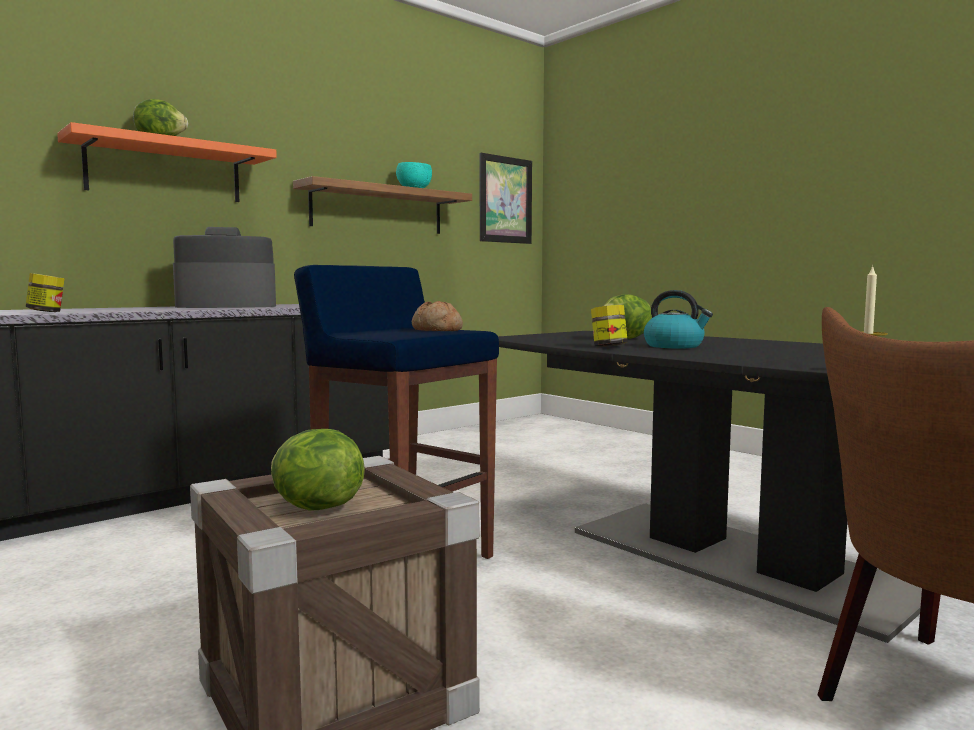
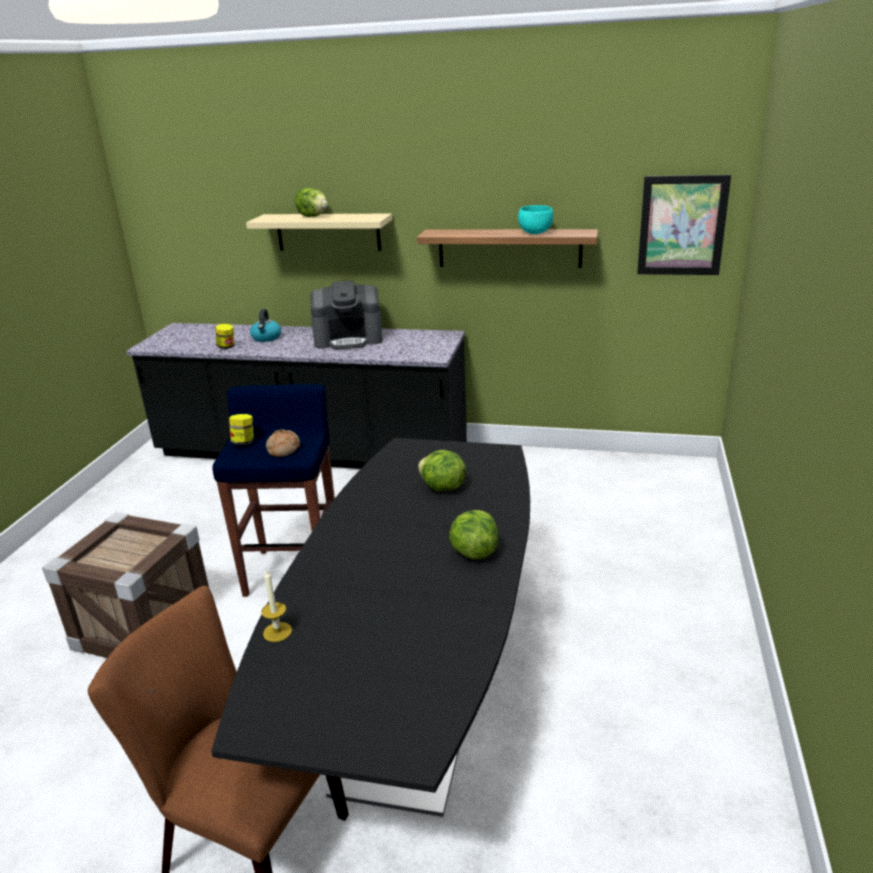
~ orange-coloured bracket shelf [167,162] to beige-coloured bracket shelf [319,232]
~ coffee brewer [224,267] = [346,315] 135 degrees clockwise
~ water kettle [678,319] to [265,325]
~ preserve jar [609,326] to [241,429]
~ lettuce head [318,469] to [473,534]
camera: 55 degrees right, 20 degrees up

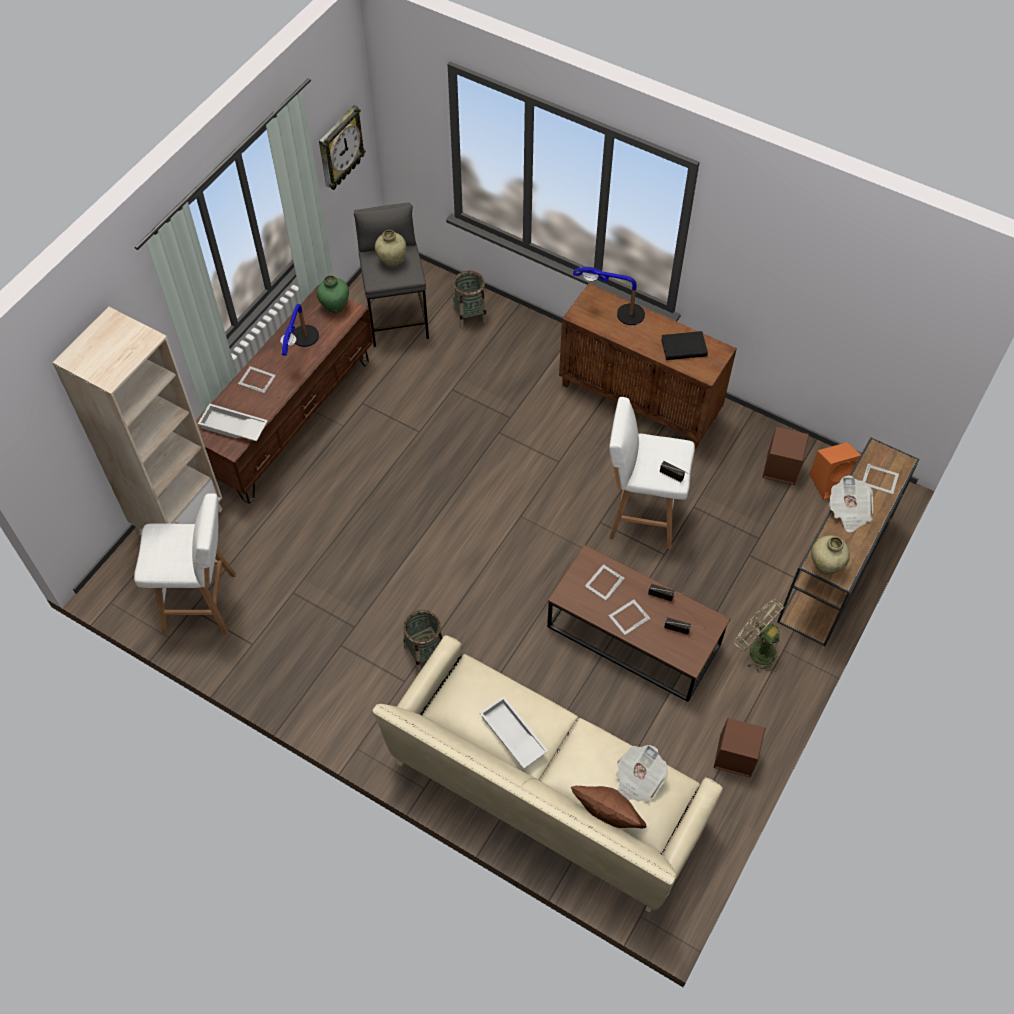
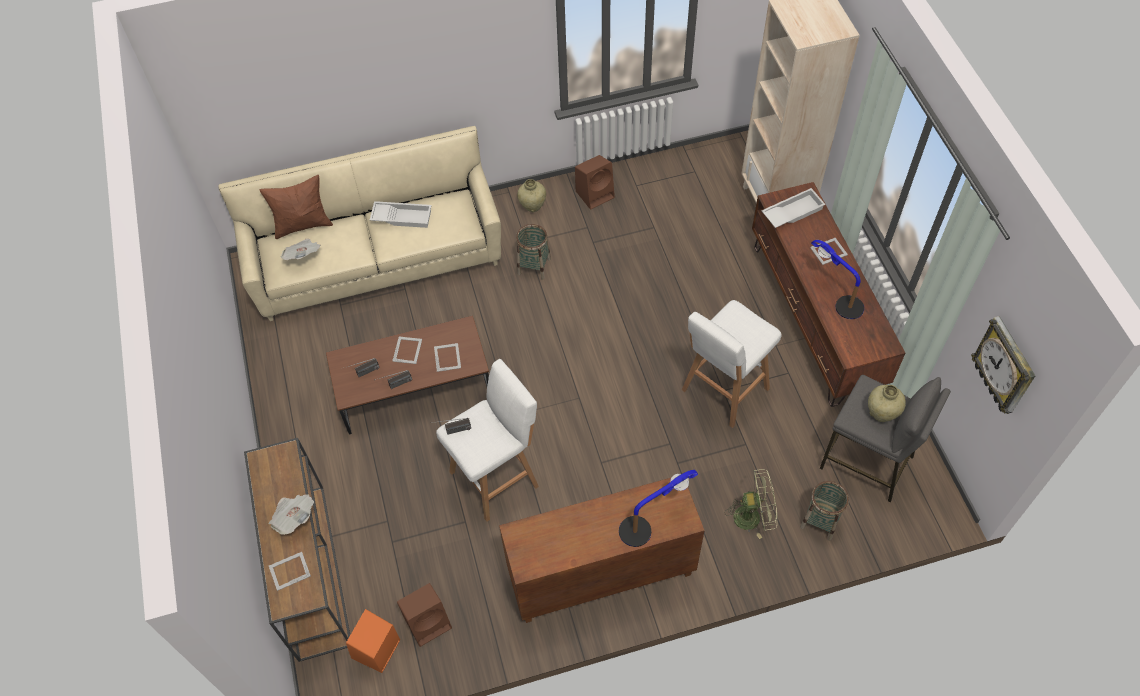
- greenish flower vase [333,294]
- black book [684,345]
~ whitish stool [185,563] to [732,364]
~ beige-coloured flower vase [830,555] to [531,195]
~ greenish fan [759,636] to [751,504]
~ brown loudspeaker [740,747] to [595,182]
camera: 135 degrees right, 0 degrees up

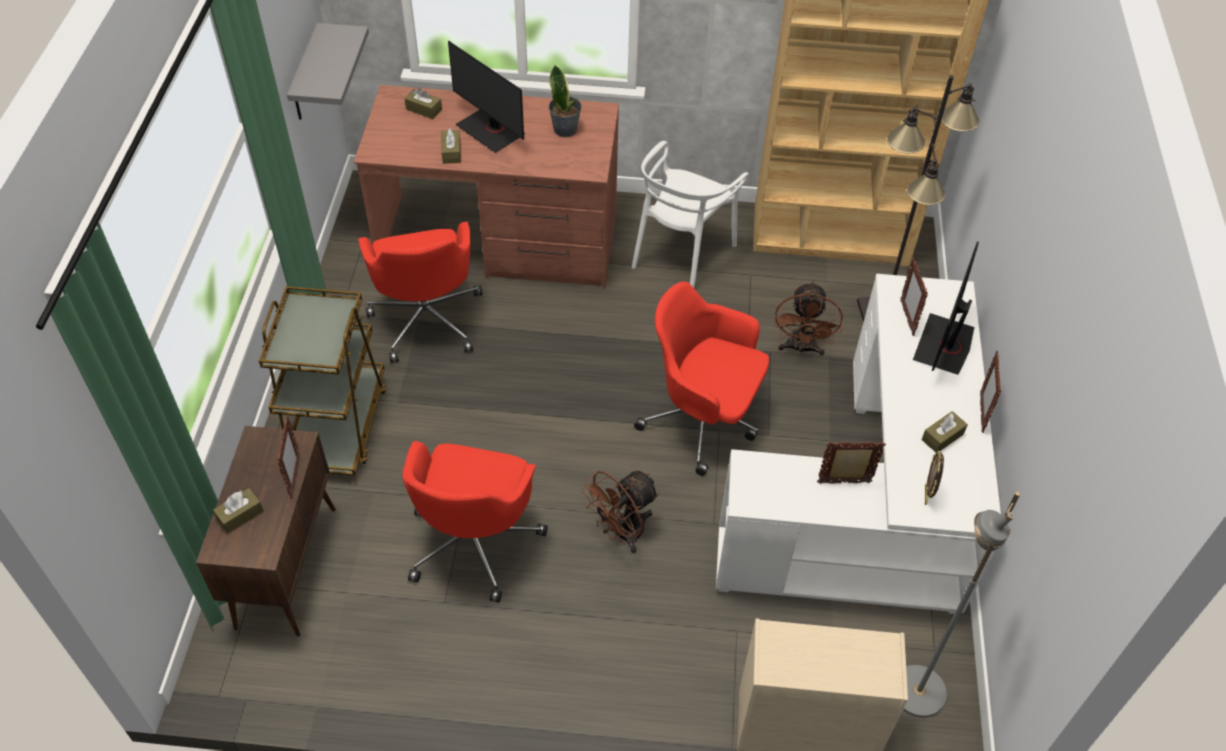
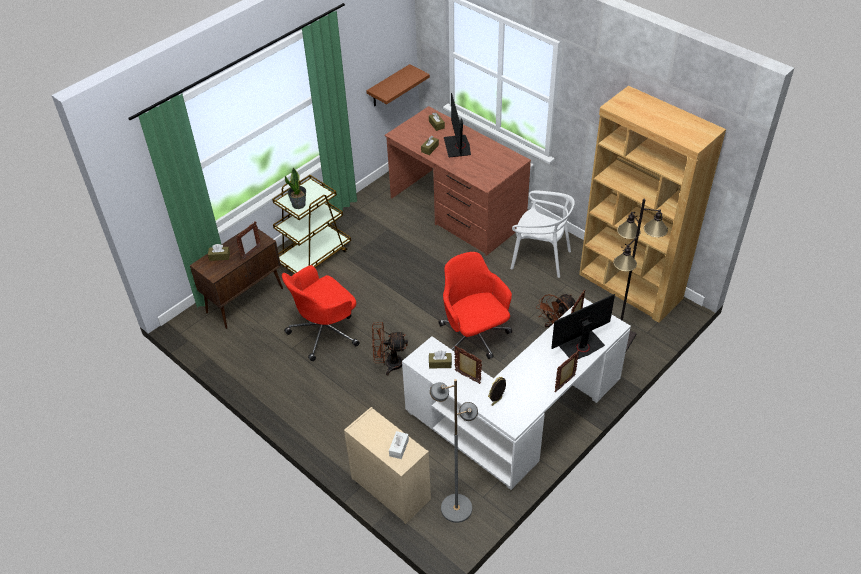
~ greyish bracket shelf [328,71] to brown bracket shelf [398,85]
~ houseplant [565,101] to [295,188]
~ whitish chair [690,214] = [542,234] 135 degrees counterclockwise
- reddish office chair [420,292]
~ brown tissue box [945,432] to [440,360]
+ whitish tissue box [399,445]
camera: 40 degrees right, 5 degrees down

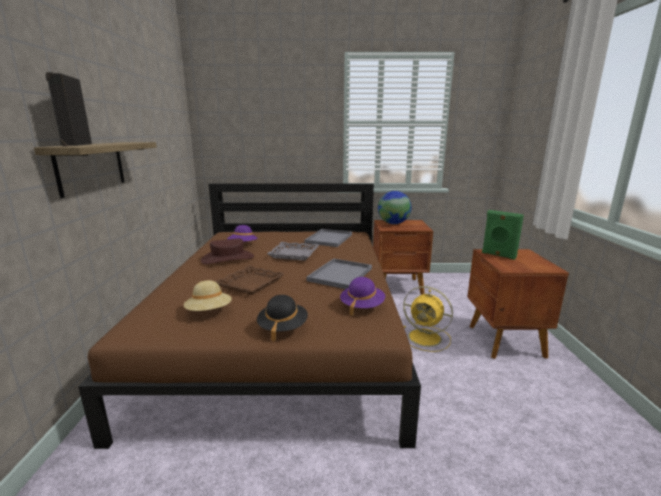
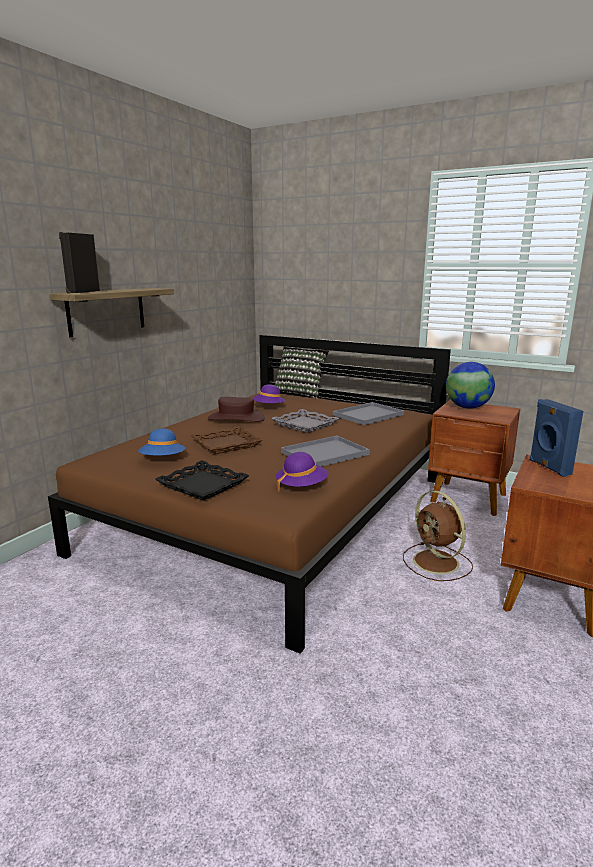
~ greenish loudspeaker [503,235] to blue loudspeaker [556,438]
~ beige-coloured hat [208,295] to blue hat [162,441]
~ yellow-coloured fan [428,319] to brown fan [438,536]
~ black hat [282,318] to black serving tray [202,480]
+ cushion [301,372]
camera: 30 degrees right, 0 degrees up

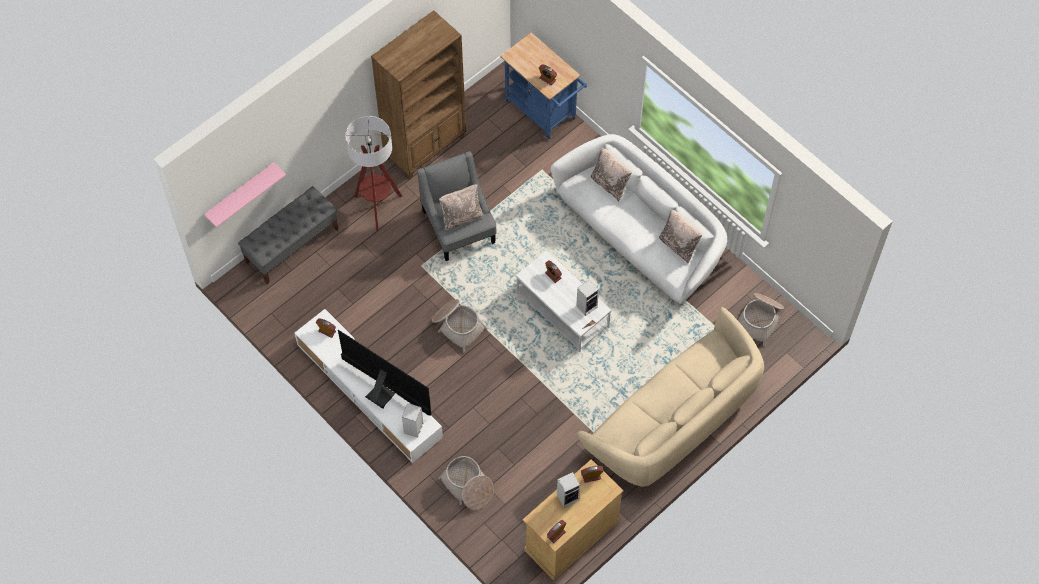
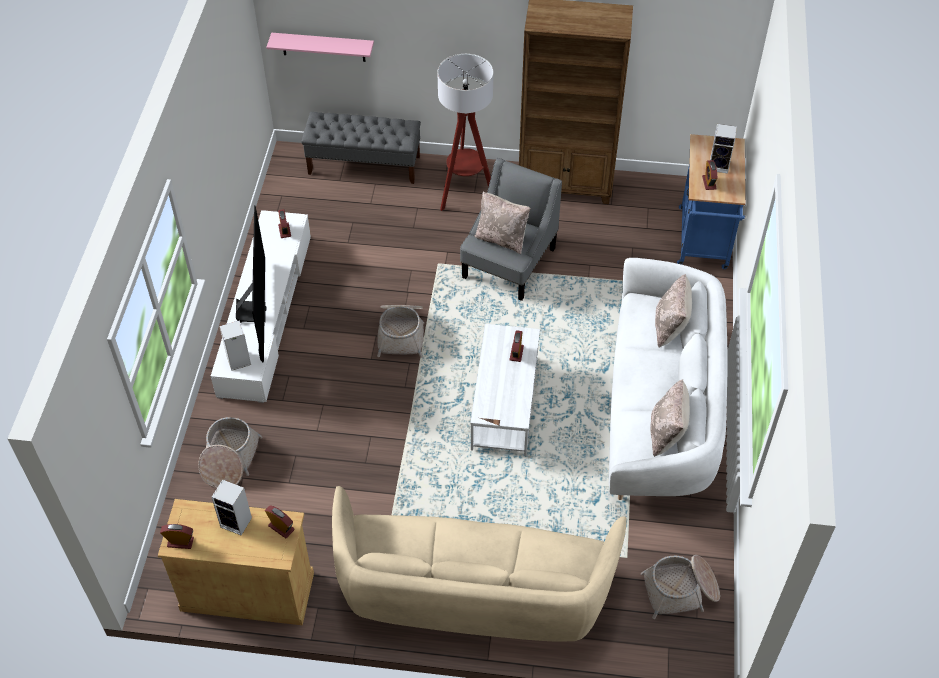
~ loudspeaker [587,298] to [723,149]
camera: 50 degrees right, 10 degrees down

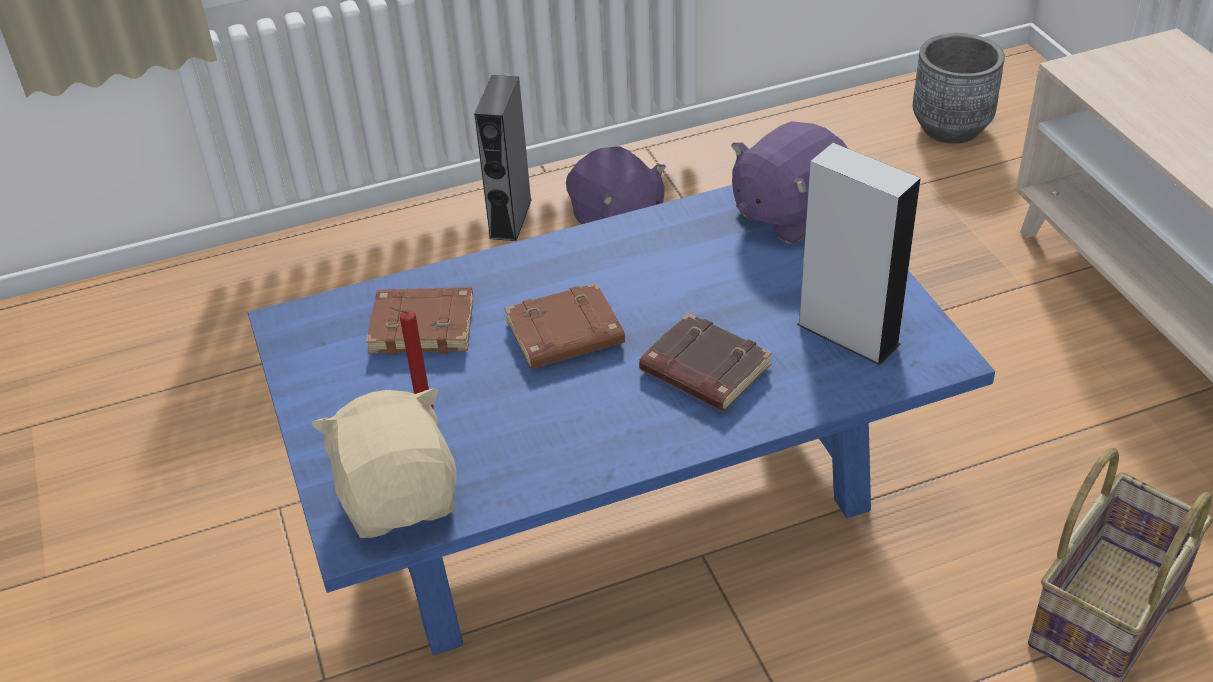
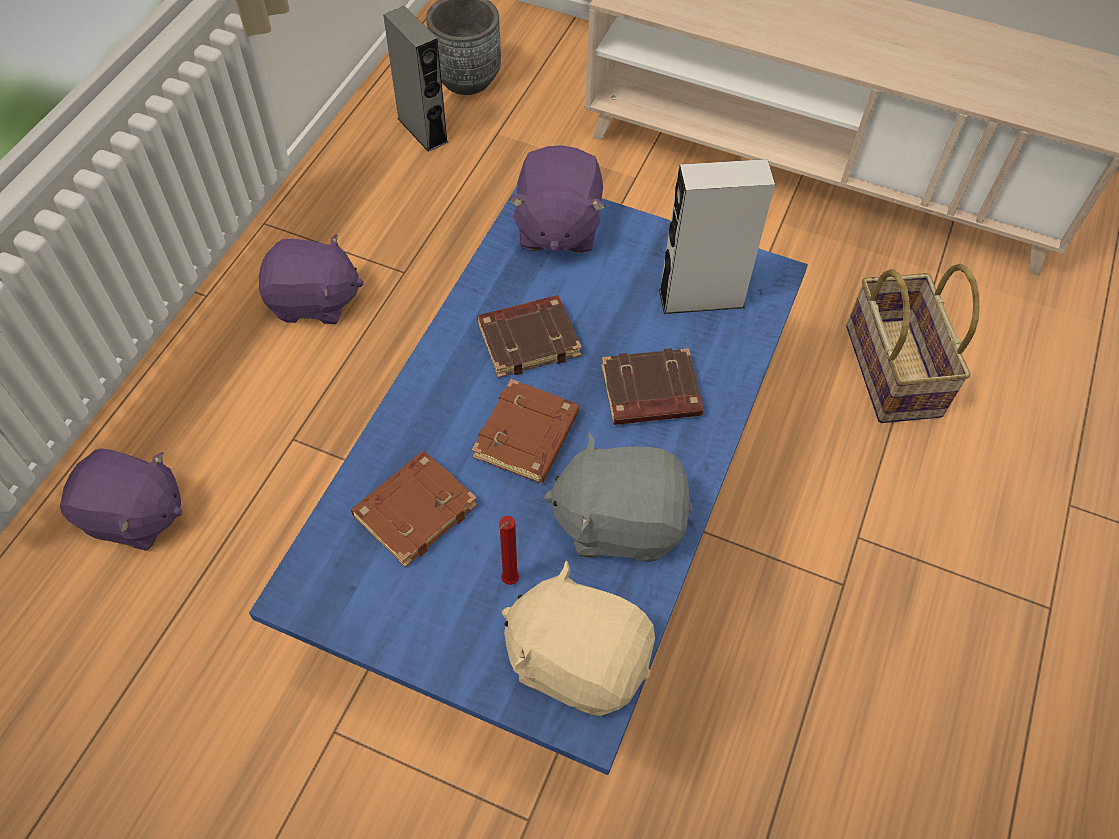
~ greyish loudspeaker [503,158] to [415,79]
+ brown book [529,336]
+ greyish cuddly toy [618,497]
+ purple-coloured cuddly toy [121,499]
camera: 50 degrees left, 15 degrees up

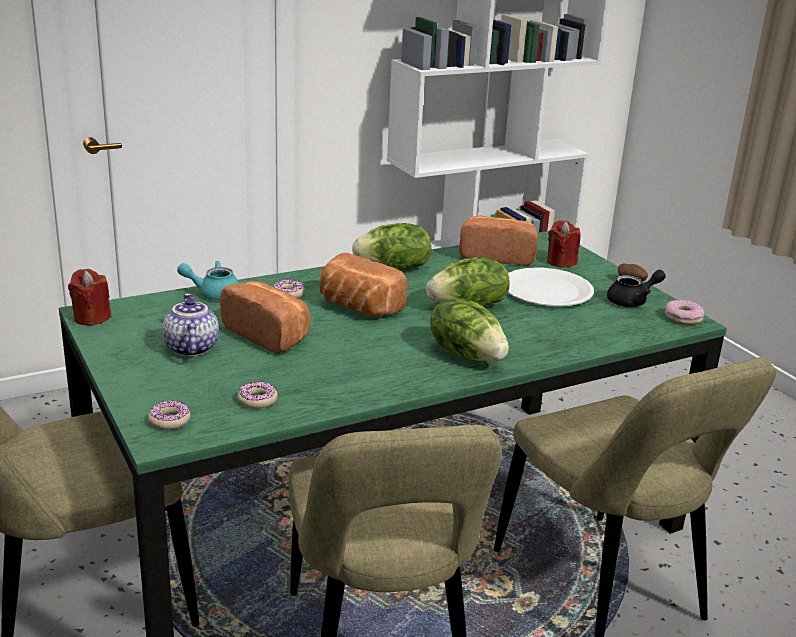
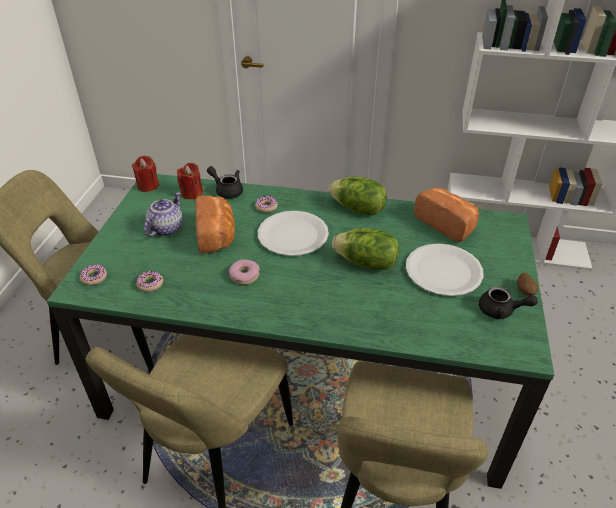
~ reddish wax candle [564,244] to [190,181]
~ bread [363,285] to whitish flat dish [293,233]
~ turquoise-coloured pot for tea [208,280] to black pot for tea [225,182]
- lettuce head [469,329]
~ ring doughnut [684,312] to [244,272]
camera: 40 degrees right, 15 degrees up

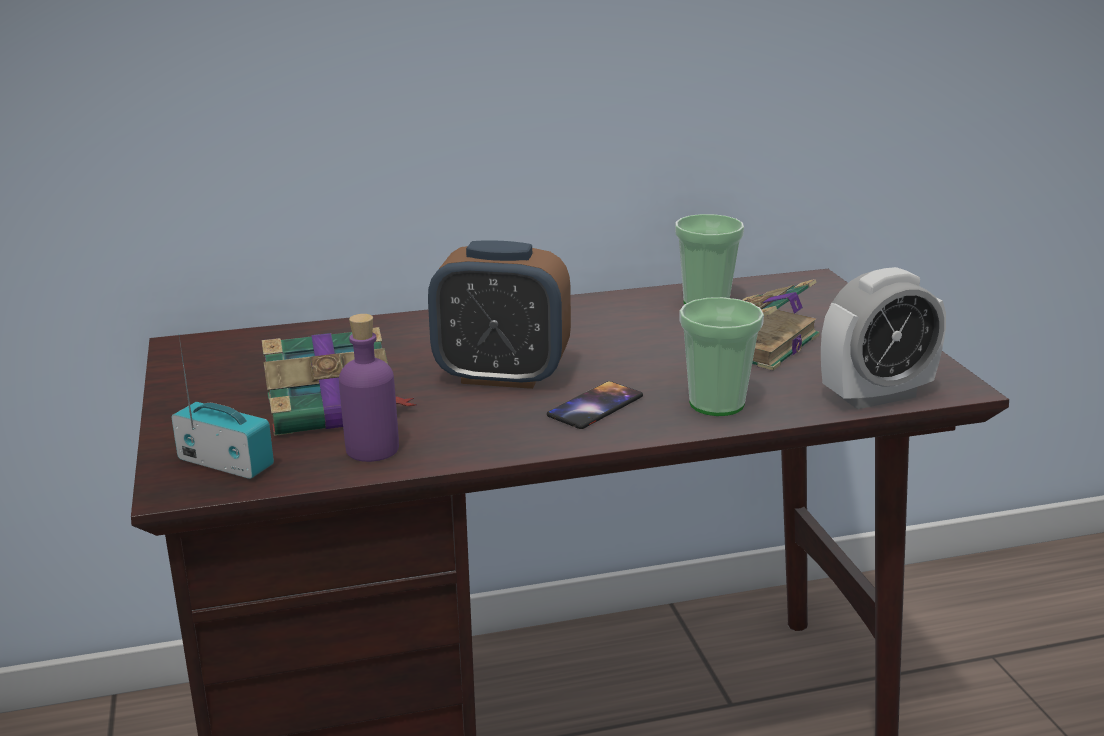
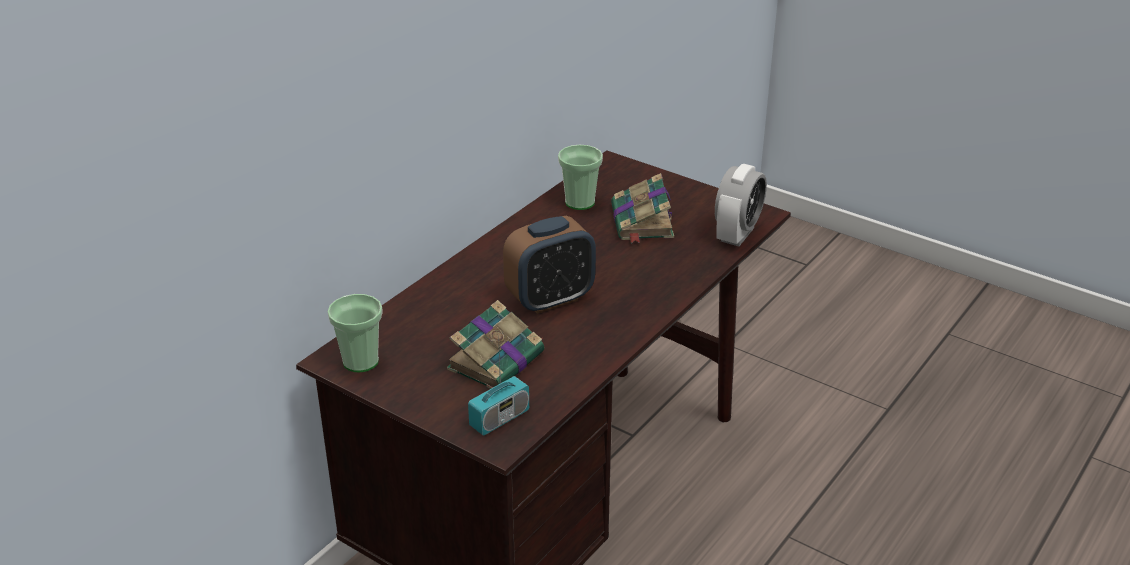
~ drinking cup [721,356] to [355,333]
- purple-coloured drink bottle [369,388]
~ radio [223,407] = [498,385] 150 degrees clockwise
- handset [595,405]
camera: 40 degrees left, 10 degrees up

